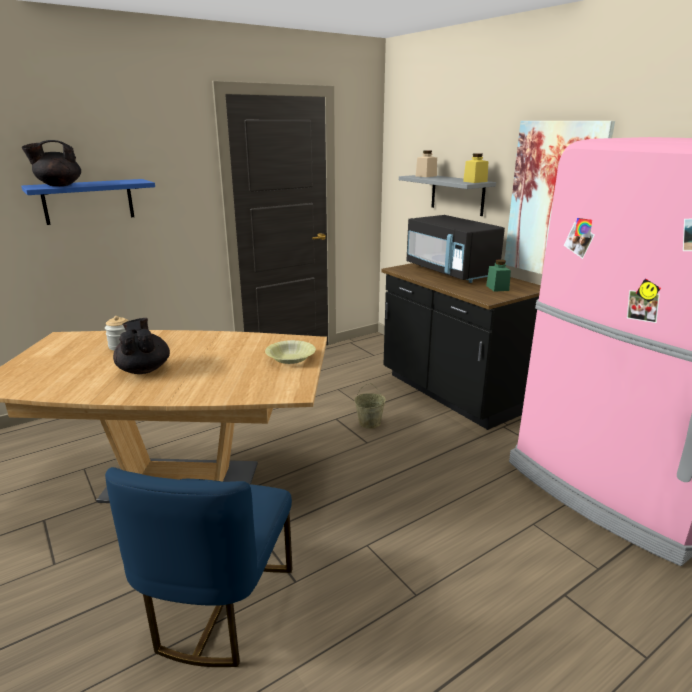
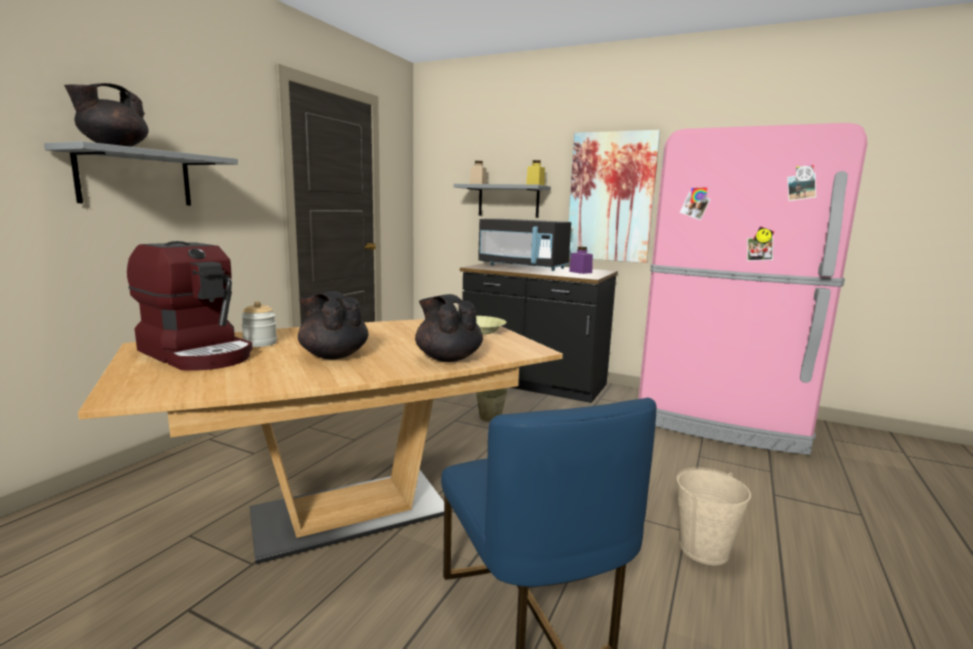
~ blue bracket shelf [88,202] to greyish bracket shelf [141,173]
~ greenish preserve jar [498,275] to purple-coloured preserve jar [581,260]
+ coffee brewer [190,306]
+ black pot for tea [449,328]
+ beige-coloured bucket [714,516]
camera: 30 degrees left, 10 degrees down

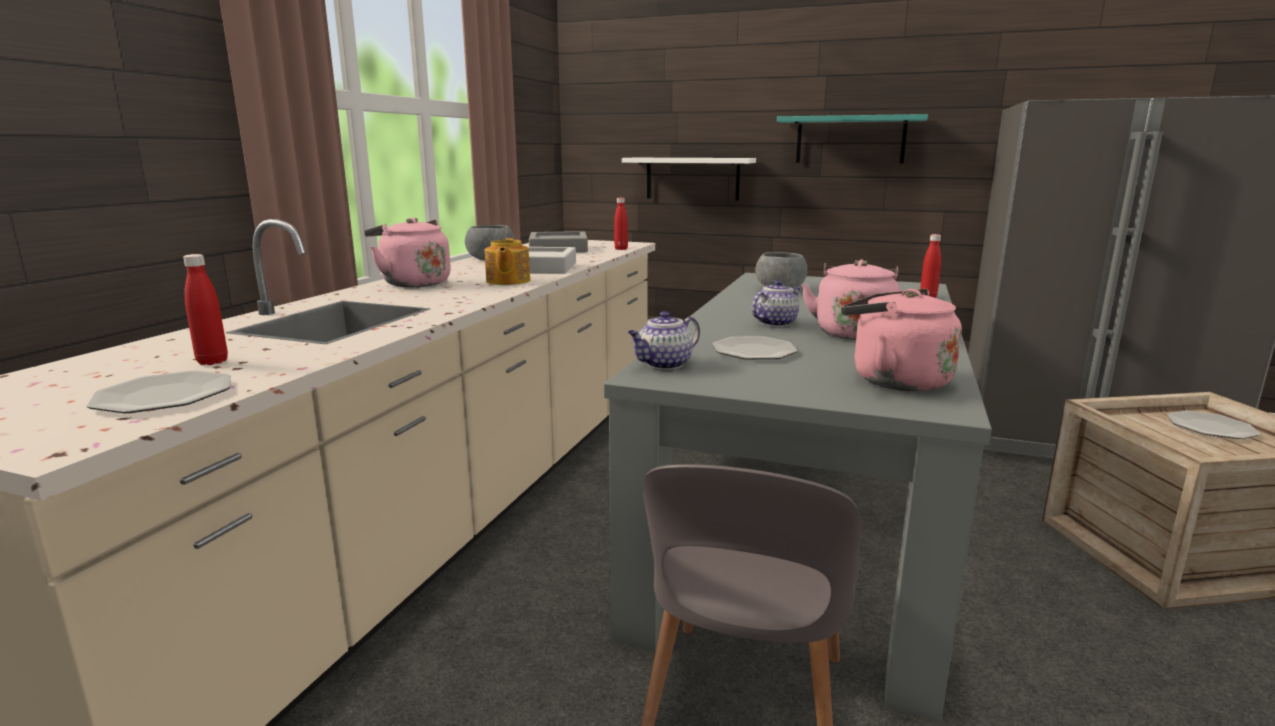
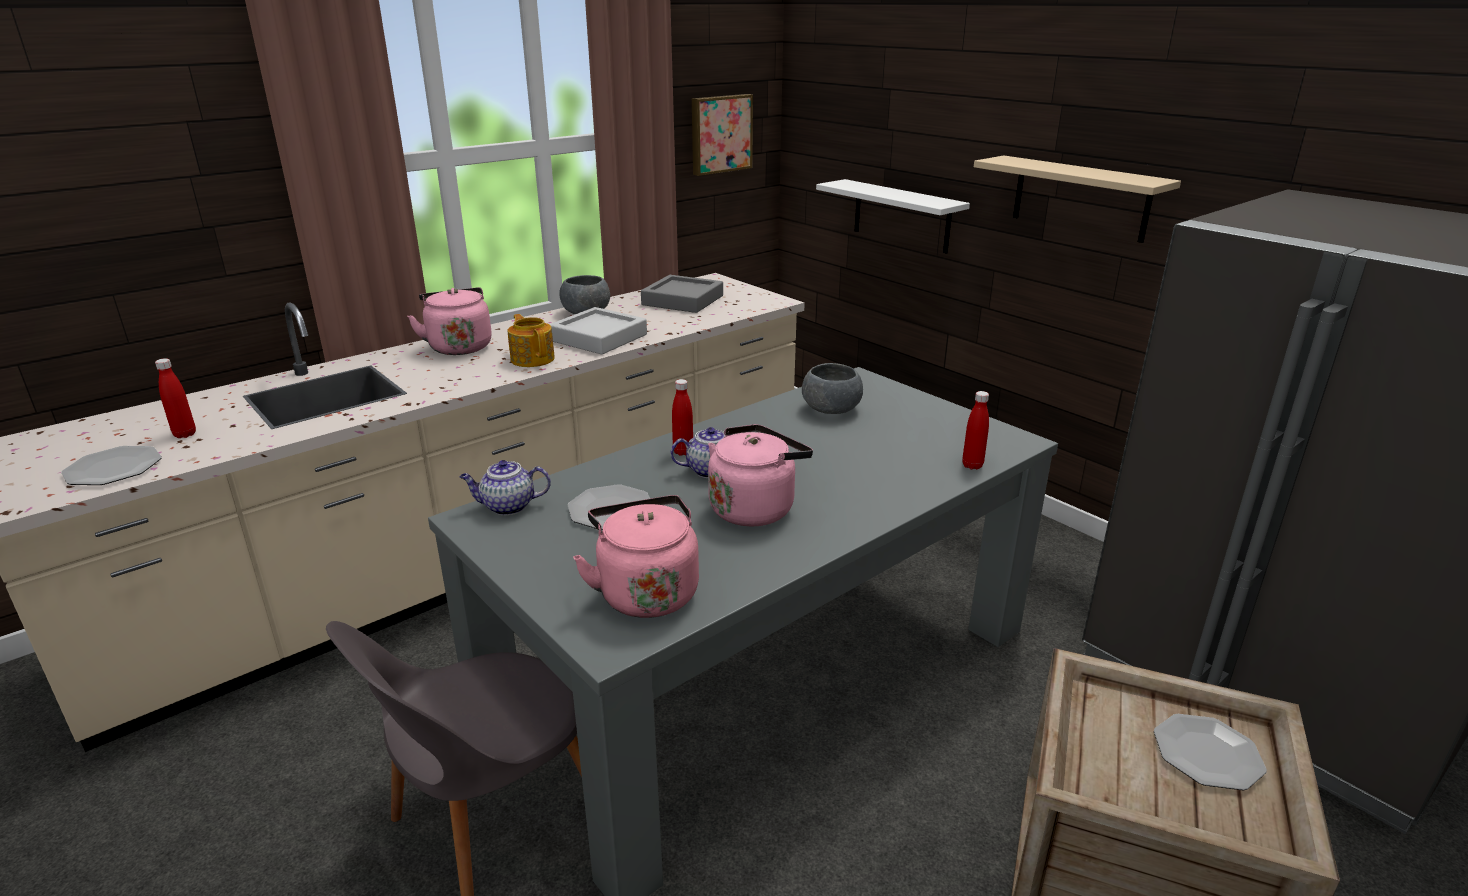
~ turquoise-coloured bracket shelf [852,139] to beige-coloured bracket shelf [1077,199]
~ reddish drink bottle [621,224] to [682,417]
~ pot for tea [507,261] = [531,340] 120 degrees clockwise
+ picture [722,135]
camera: 30 degrees right, 10 degrees up

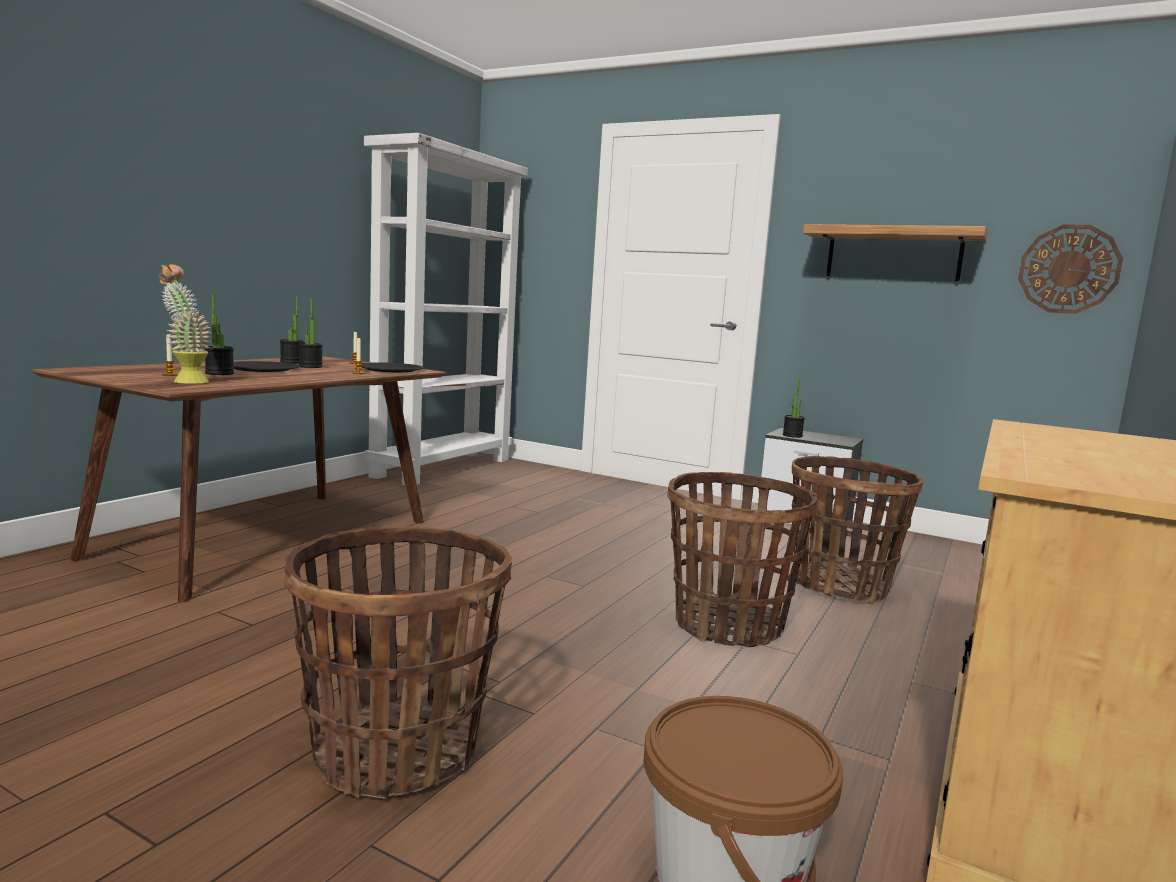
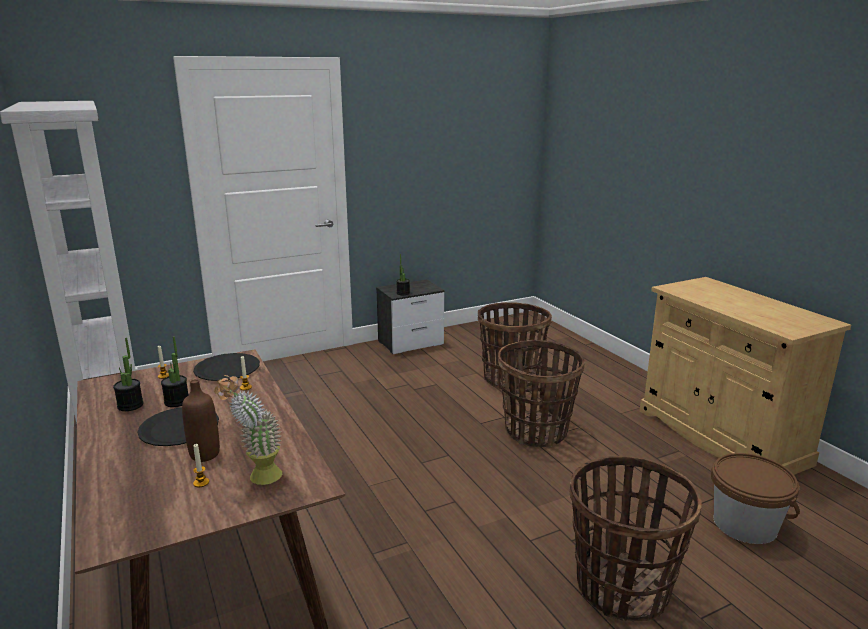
- bracket shelf [895,253]
- hanging clock [1070,269]
~ houseplant [219,334] to brown drink bottle [201,420]
camera: 55 degrees left, 10 degrees up

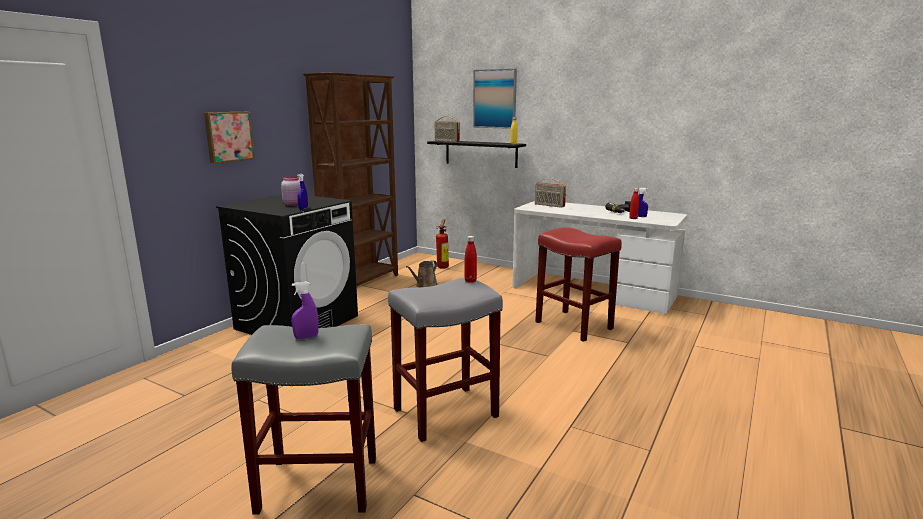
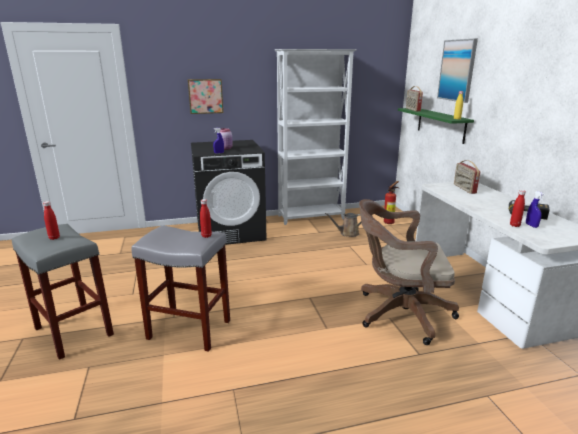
~ brown shelving unit [350,179] to whitish shelving unit [315,137]
~ black bracket shelf [476,154] to greenish bracket shelf [436,126]
~ reddish stool [578,284] to brown office chair [409,272]
~ purple-coloured hand sprayer [305,310] to reddish drink bottle [51,220]
camera: 45 degrees right, 5 degrees up

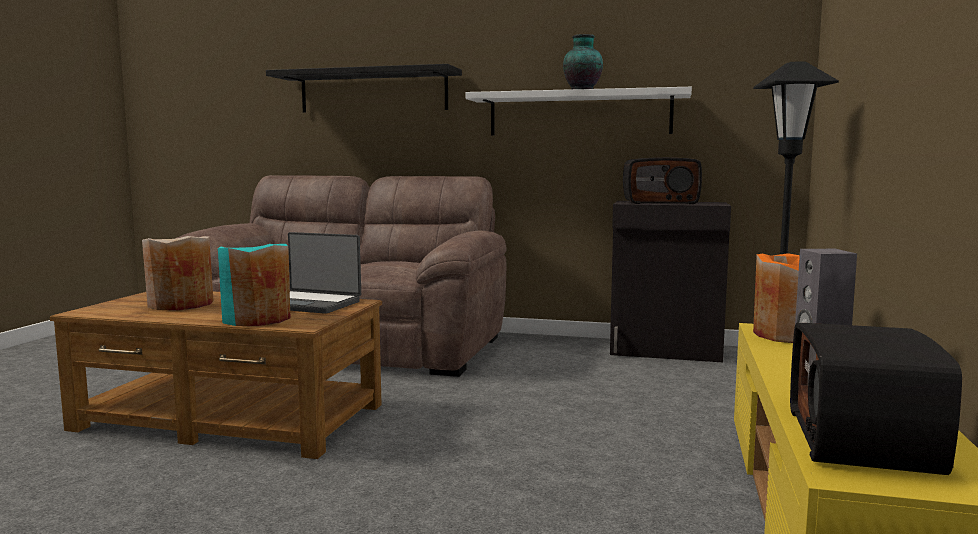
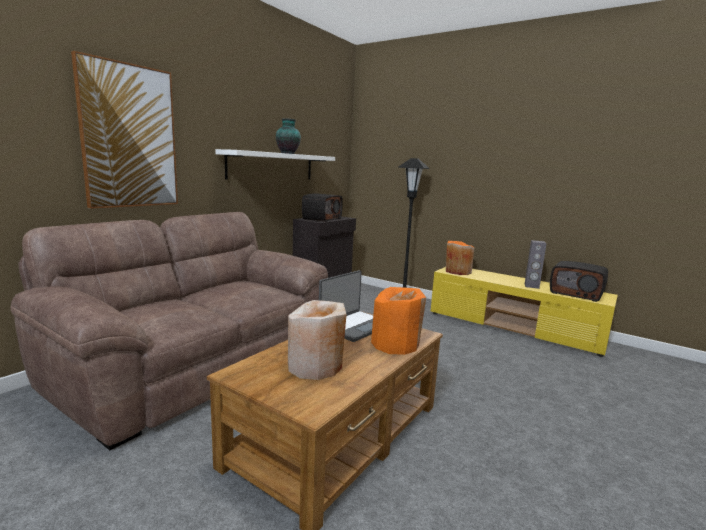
~ black bracket shelf [364,88] to picture [124,130]
~ turquoise-coloured flower vase [254,285] to orange-coloured flower vase [398,321]
camera: 70 degrees left, 5 degrees up

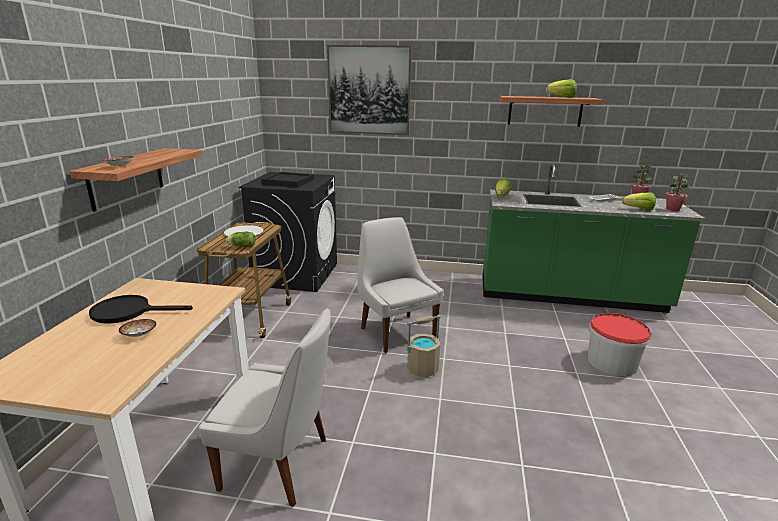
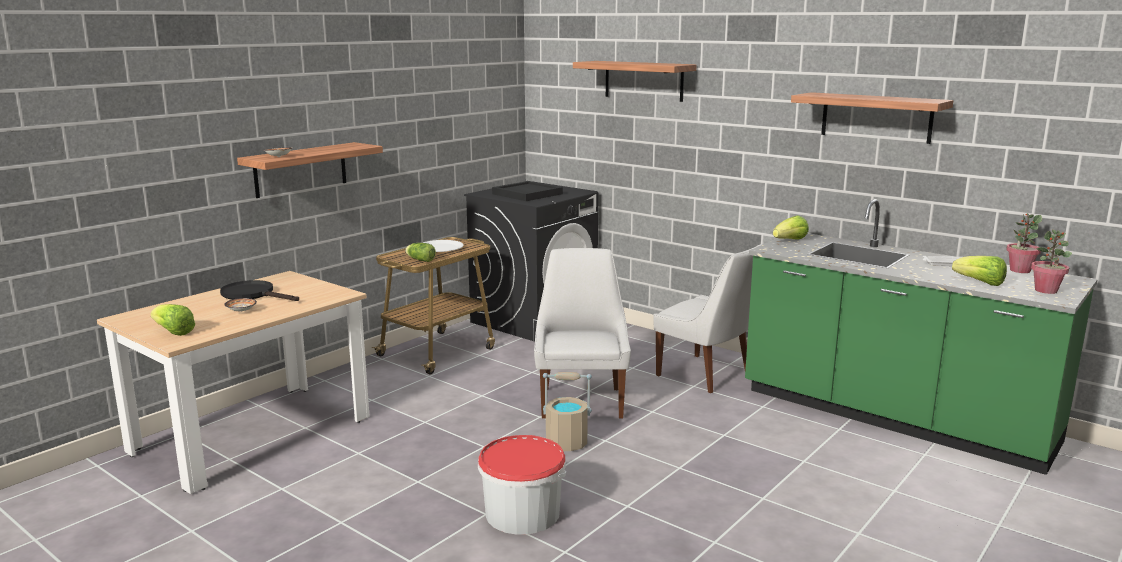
~ picture [369,90] to bracket shelf [634,81]
~ lettuce head [561,88] to [172,320]
~ whitish chair [265,407] to [708,318]
~ bucket [619,344] to [522,485]
camera: 30 degrees right, 5 degrees down

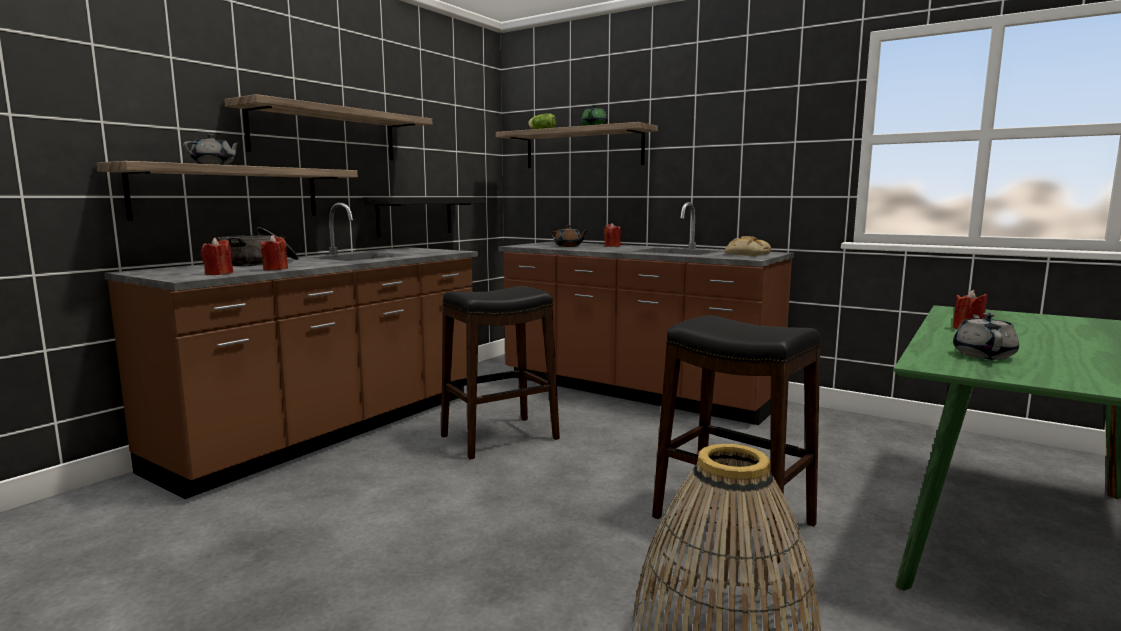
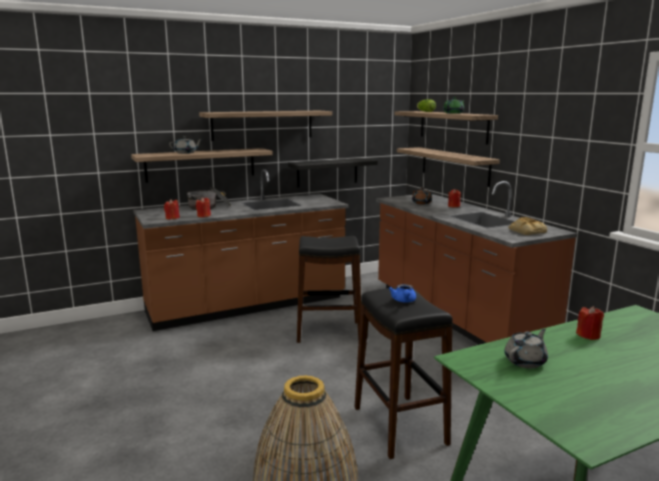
+ bracket shelf [448,167]
+ blue pot for tea [402,293]
camera: 30 degrees right, 5 degrees up

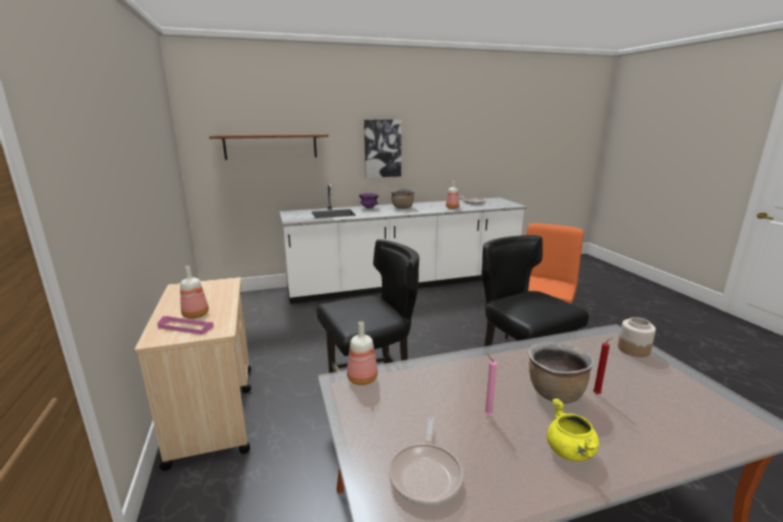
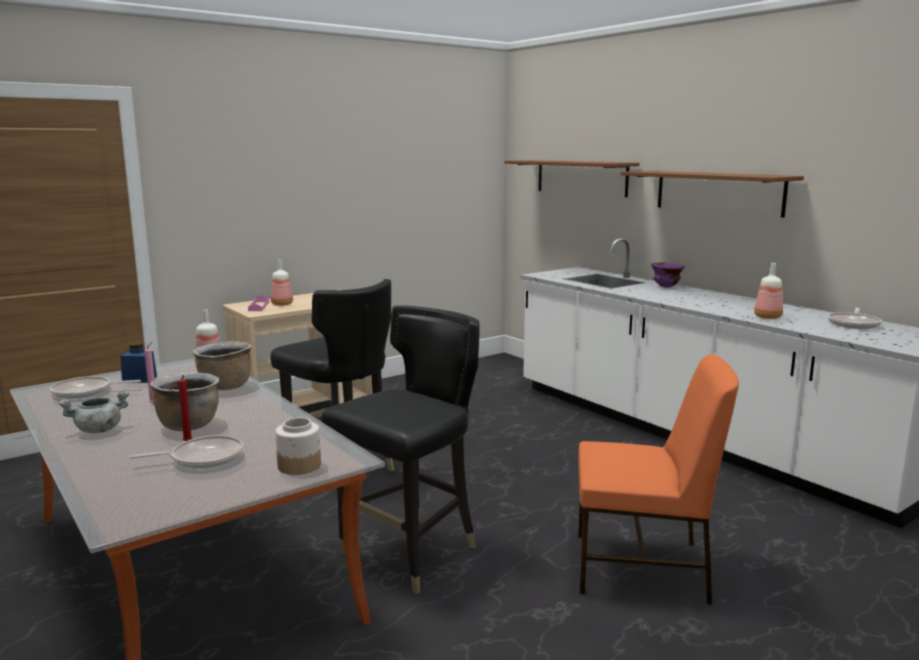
~ picture [382,148] to brown bracket shelf [712,194]
~ brown saucepot [403,198] to [222,365]
~ yellow-coloured saucepot [573,430] to greyish saucepot [93,412]
+ blue preserve jar [138,362]
+ skillet [186,452]
camera: 70 degrees right, 5 degrees down

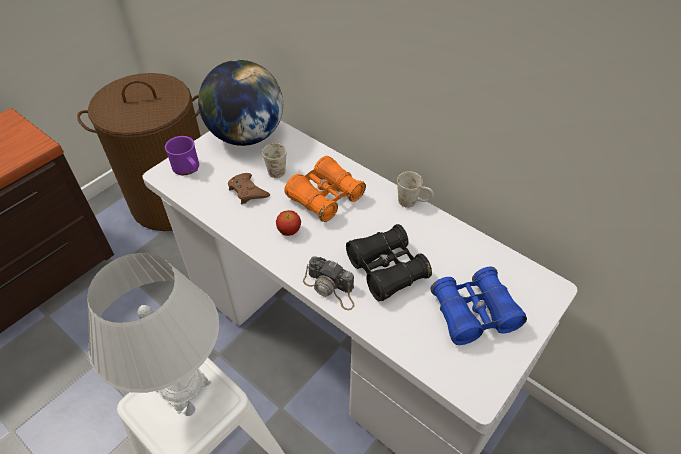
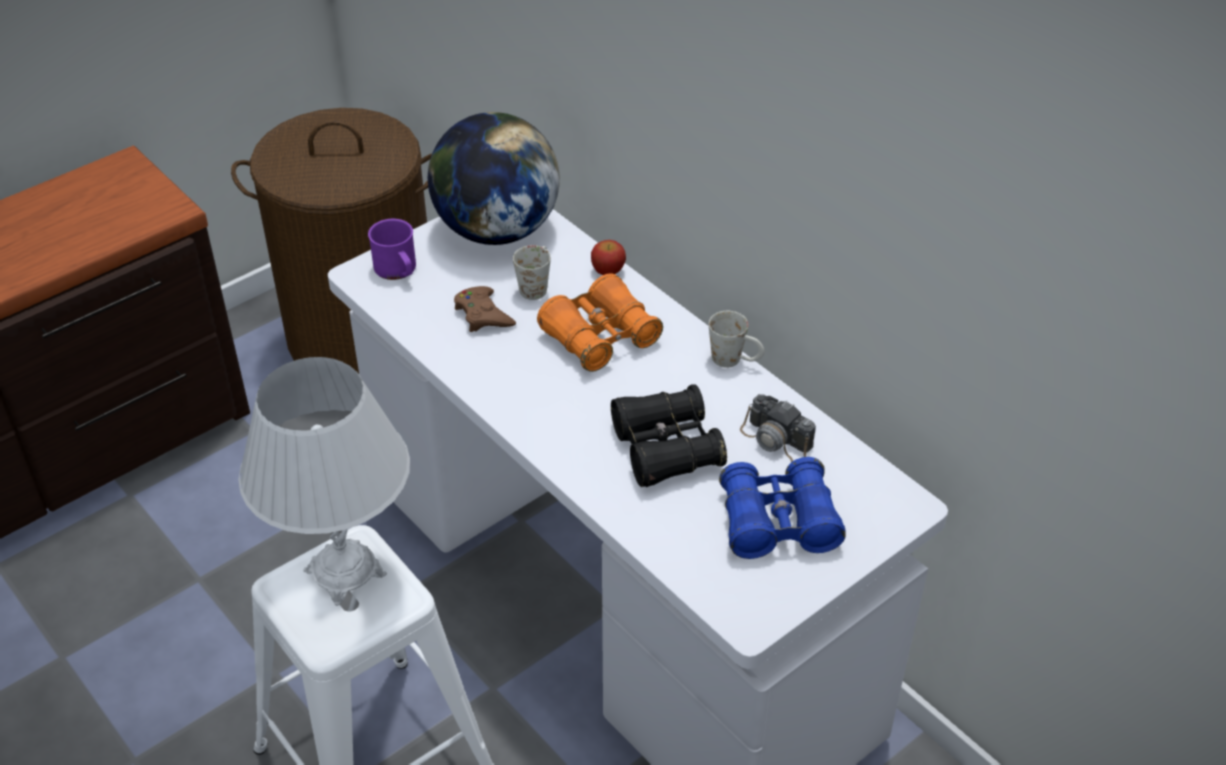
~ apple fruit [288,223] to [608,257]
~ still camera [329,283] to [778,428]
camera: 10 degrees right, 5 degrees down

